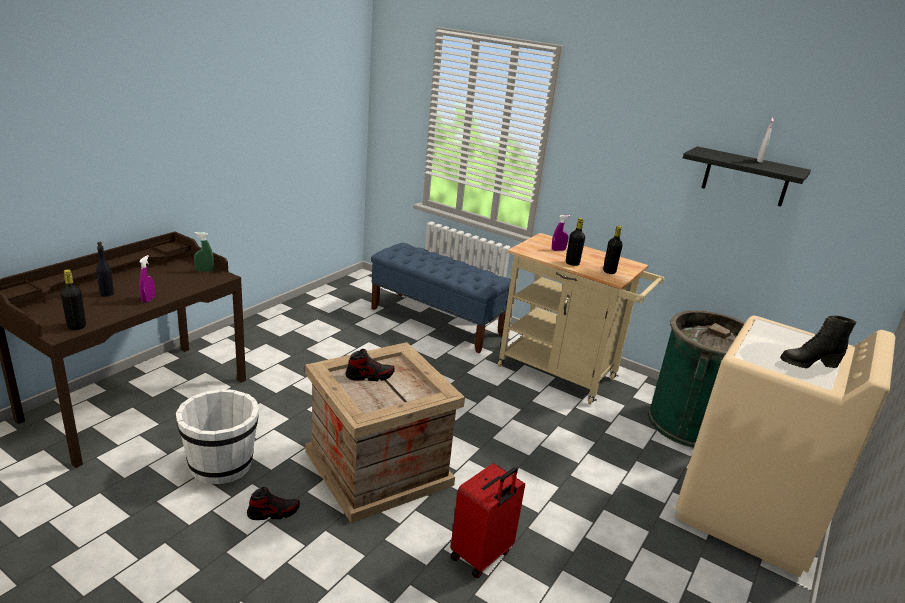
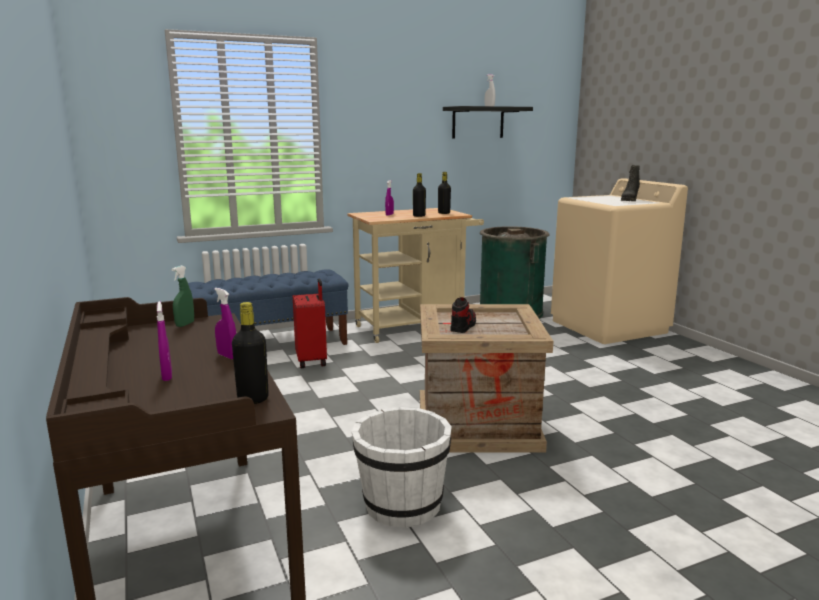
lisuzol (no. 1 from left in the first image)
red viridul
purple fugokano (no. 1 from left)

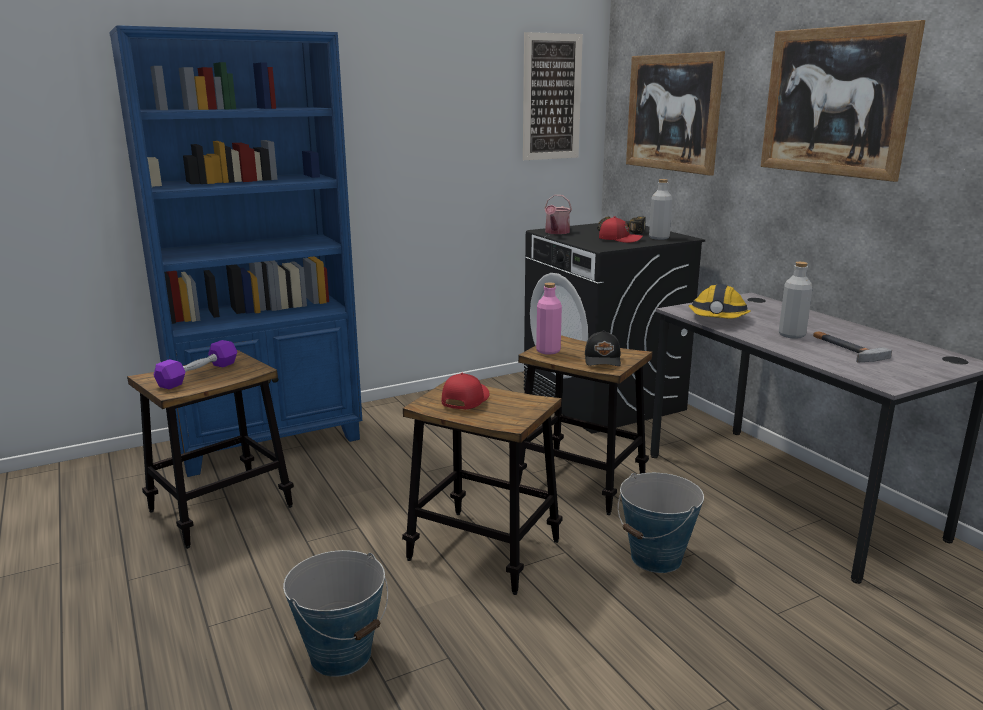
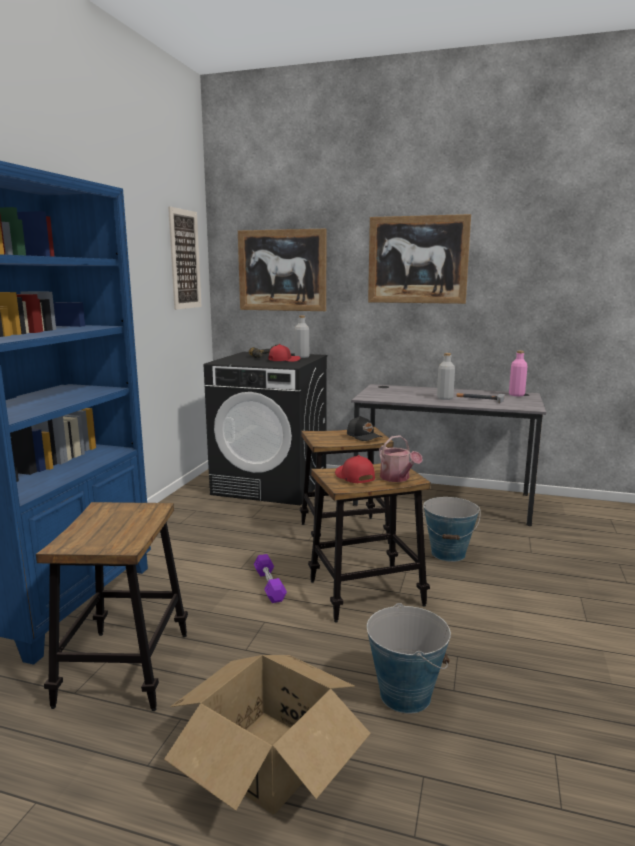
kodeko
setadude
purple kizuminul
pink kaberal
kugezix

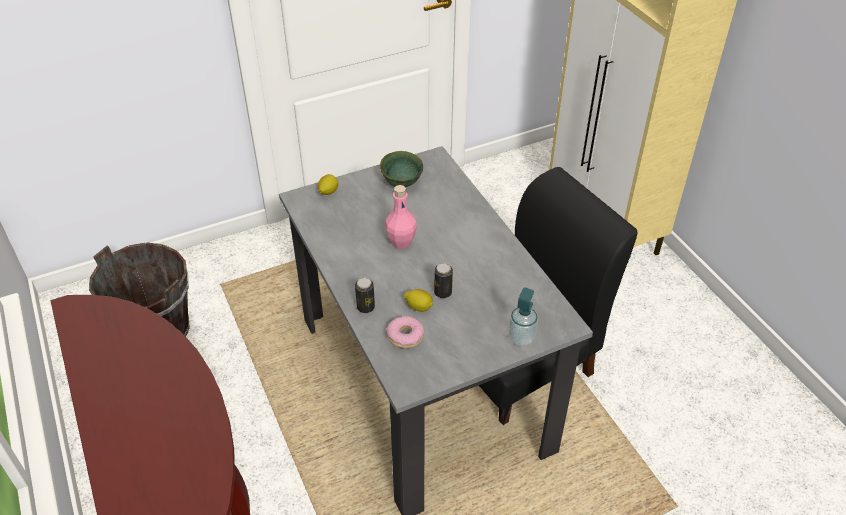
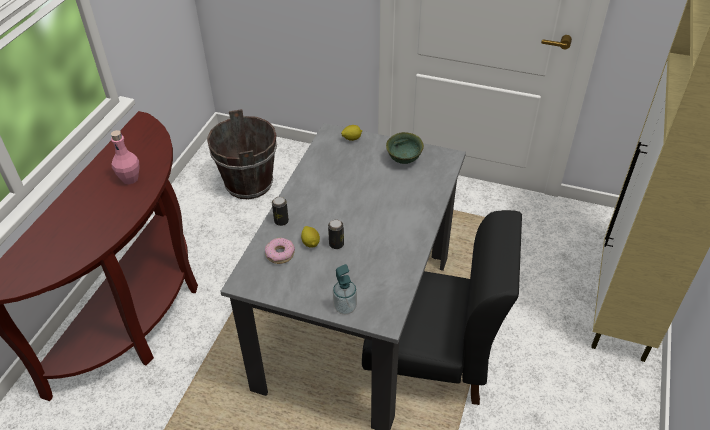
pink kaberal

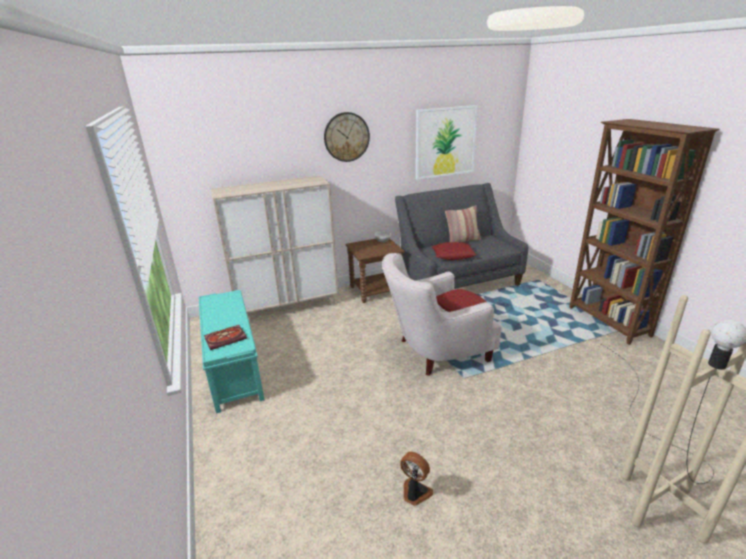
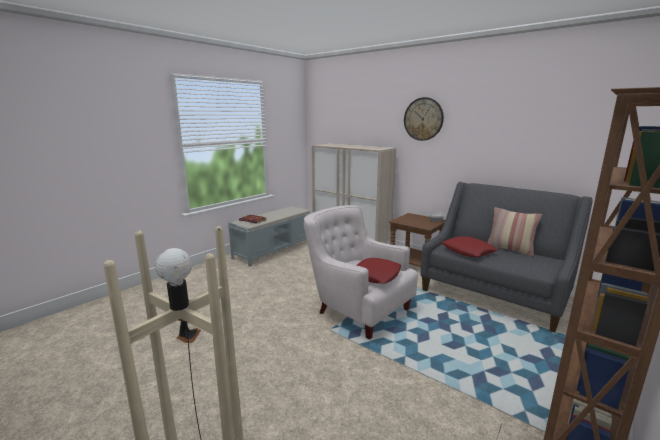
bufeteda
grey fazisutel

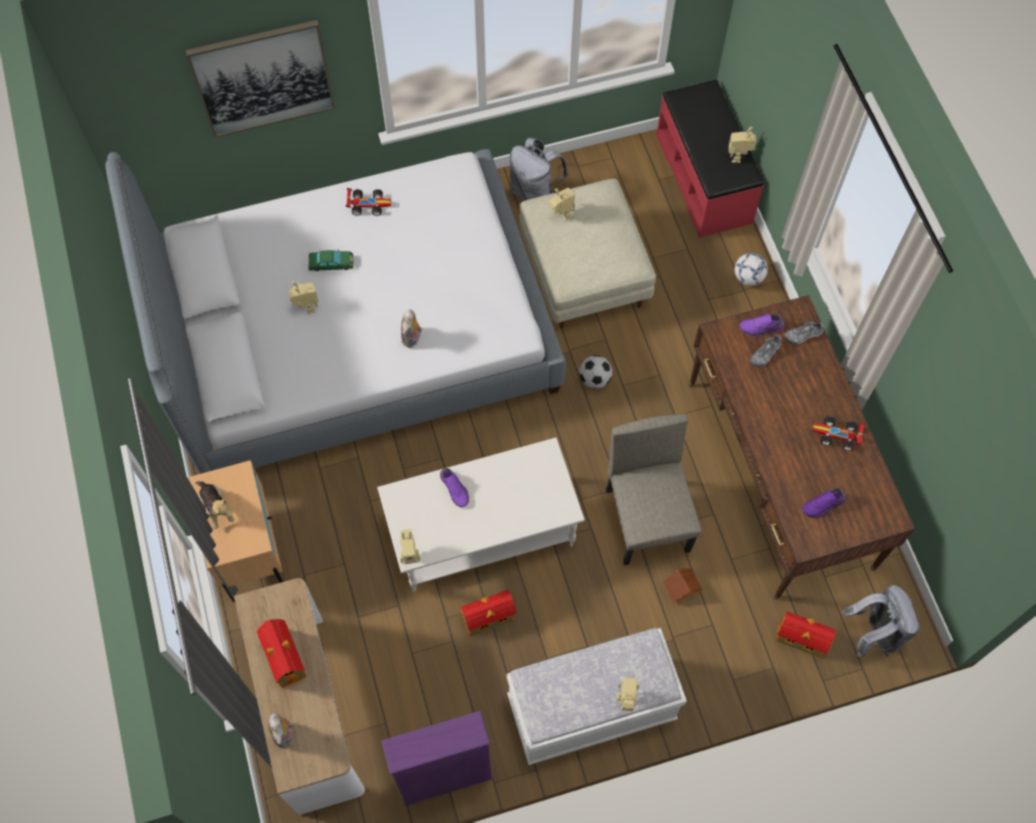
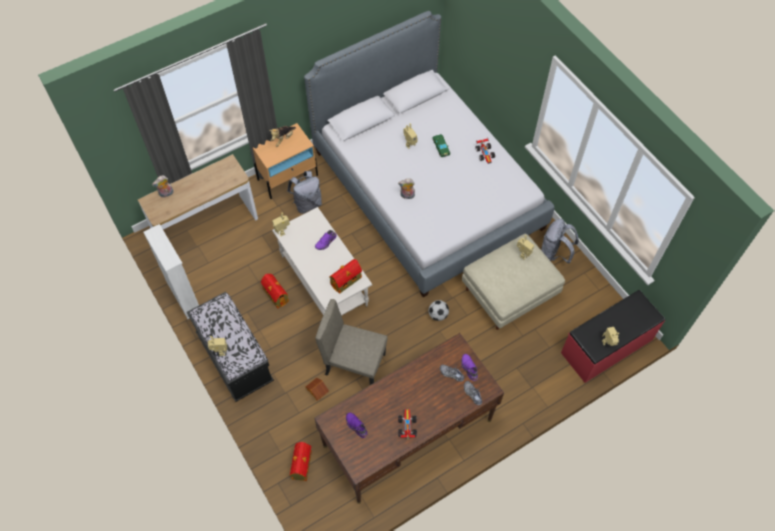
bufeteda
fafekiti (no. 2 from left in the first image)
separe (no. 4 from left)
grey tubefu (no. 1 from left)
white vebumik
black fazisutel
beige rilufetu

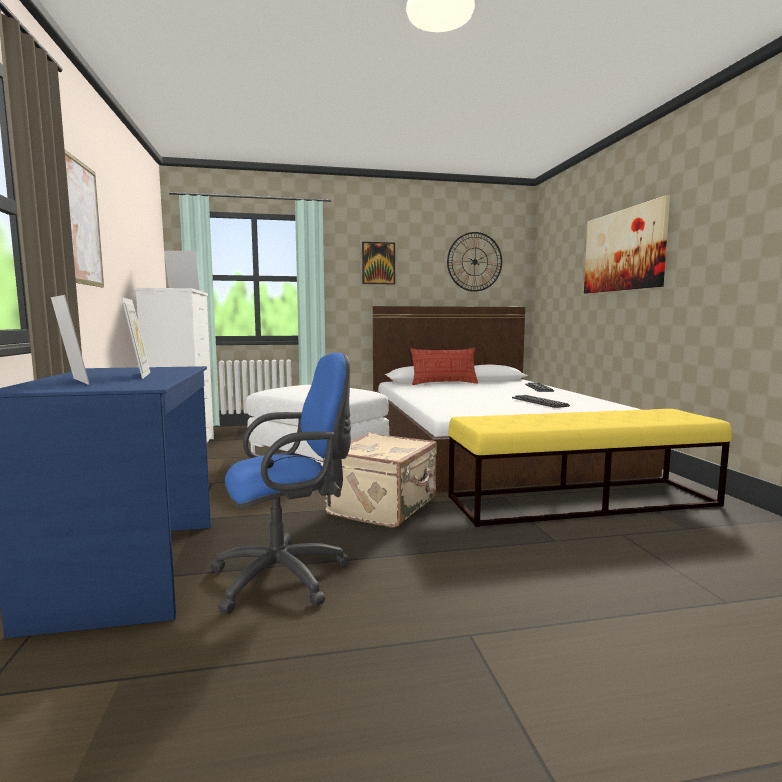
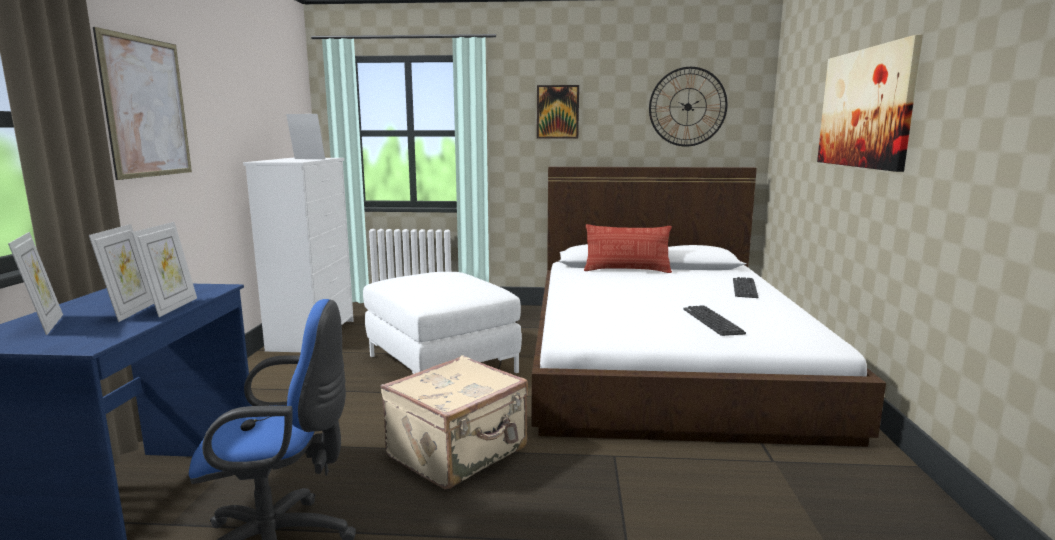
yellow fazisutel
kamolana (no. 3 from left)

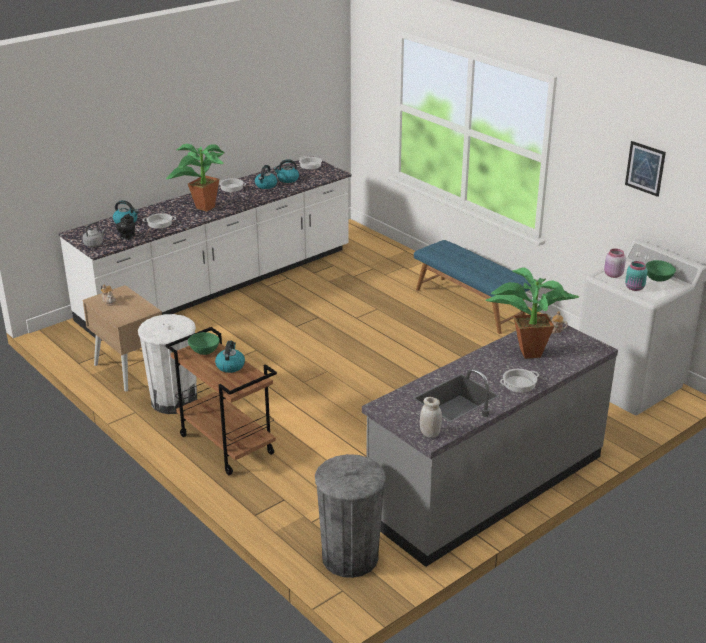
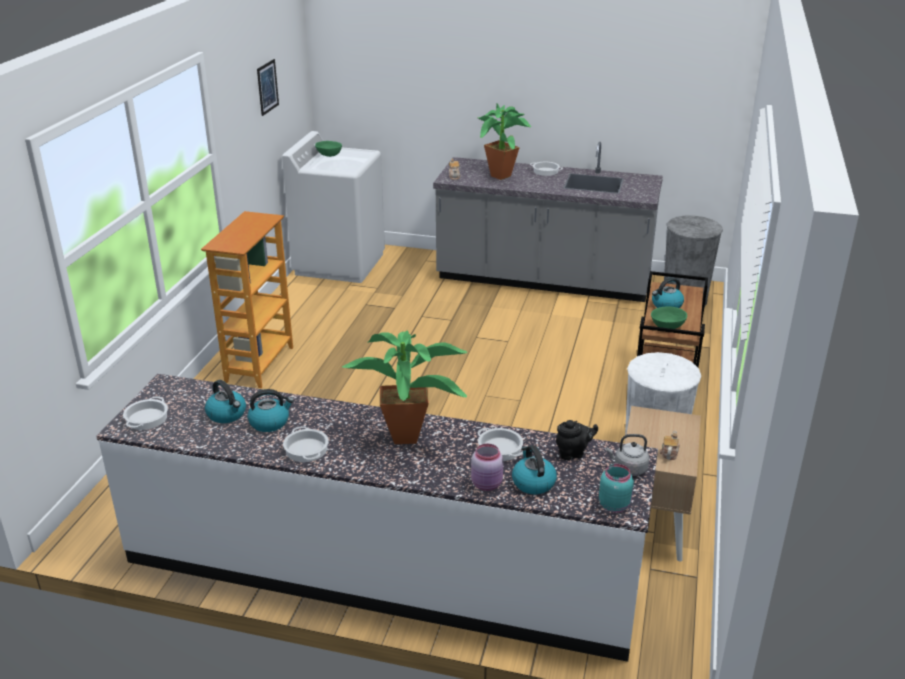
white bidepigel
pink bidepigel
turquoise bidepigel
vebumik

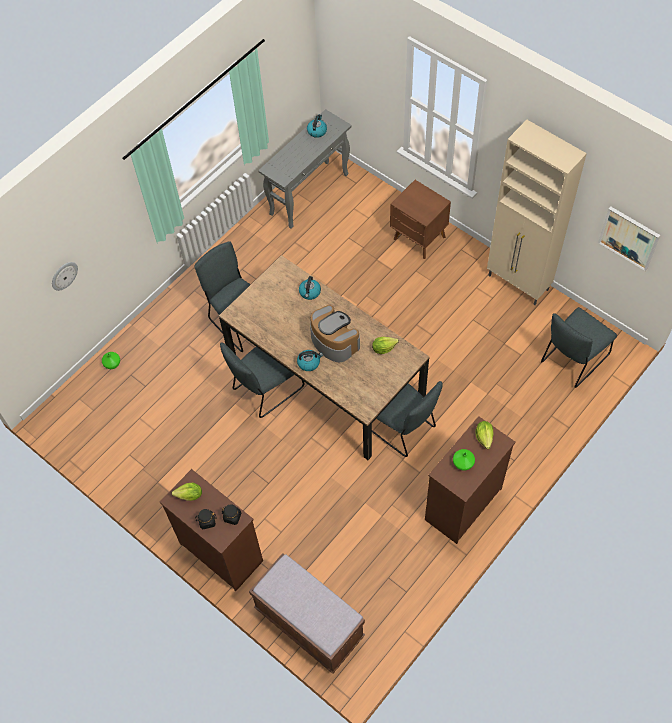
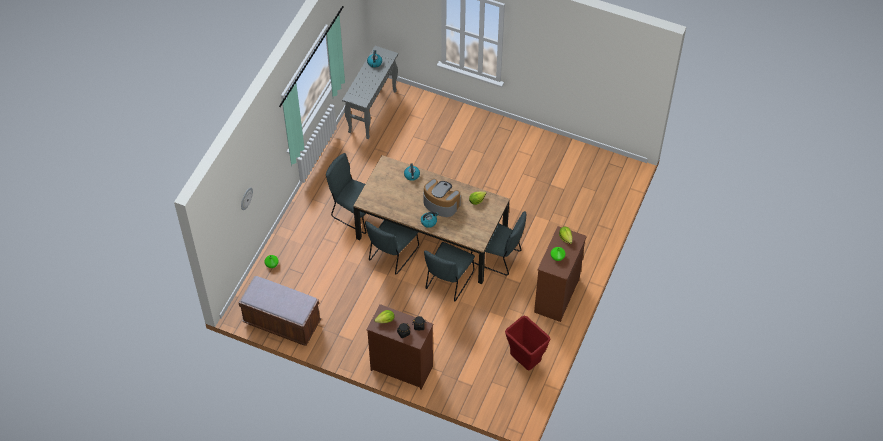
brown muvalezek
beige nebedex
bufeteda
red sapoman
brown fazisutel
grey rilufetu (no. 3 from left)

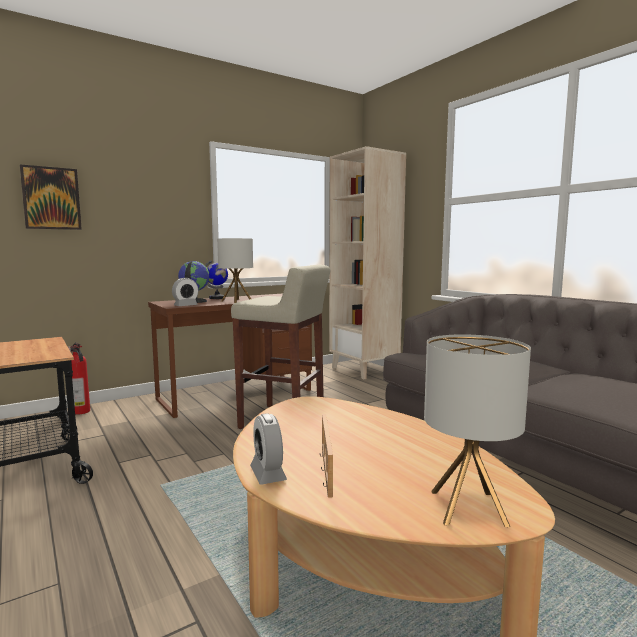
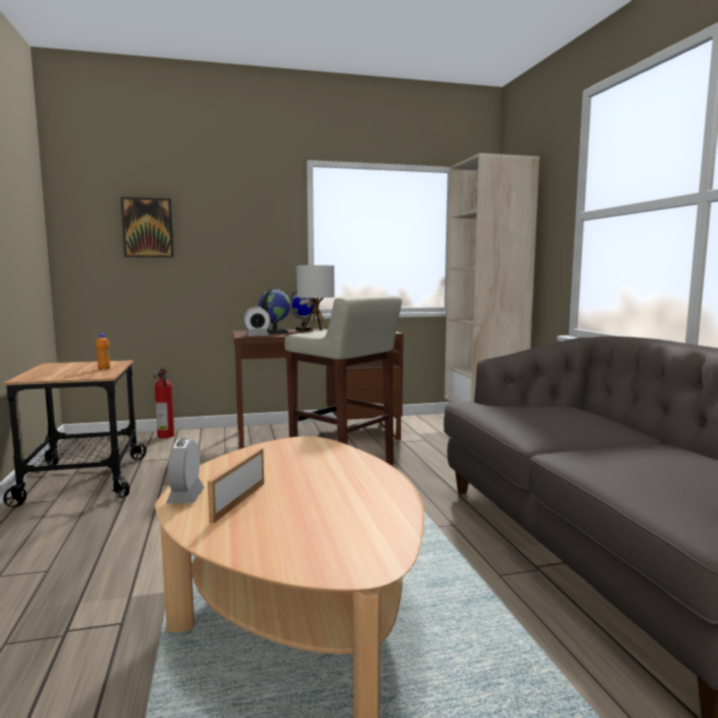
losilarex (no. 2 from left in the first image)
orange kaberal

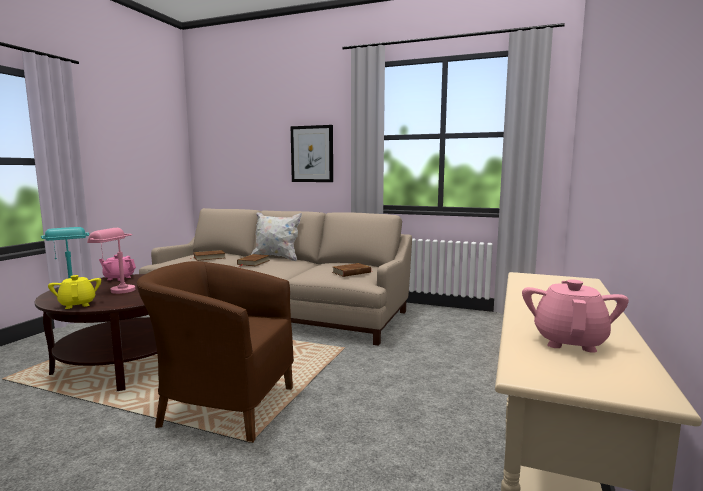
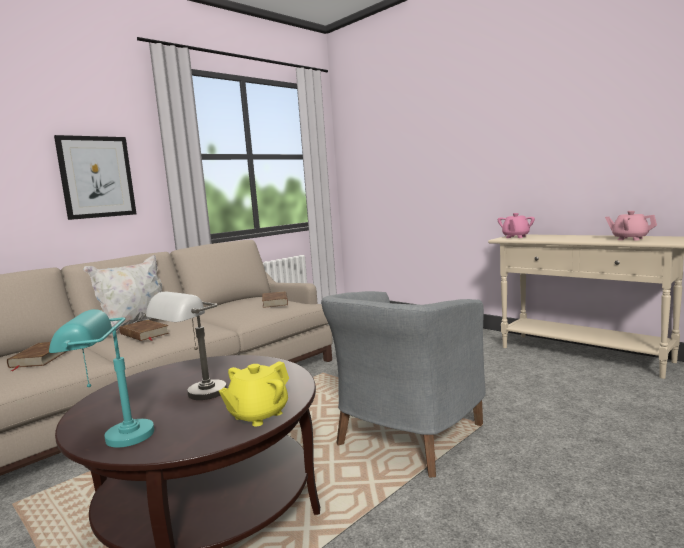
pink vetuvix (no. 1 from left)
grey losilarex
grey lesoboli
yellow vetuvix

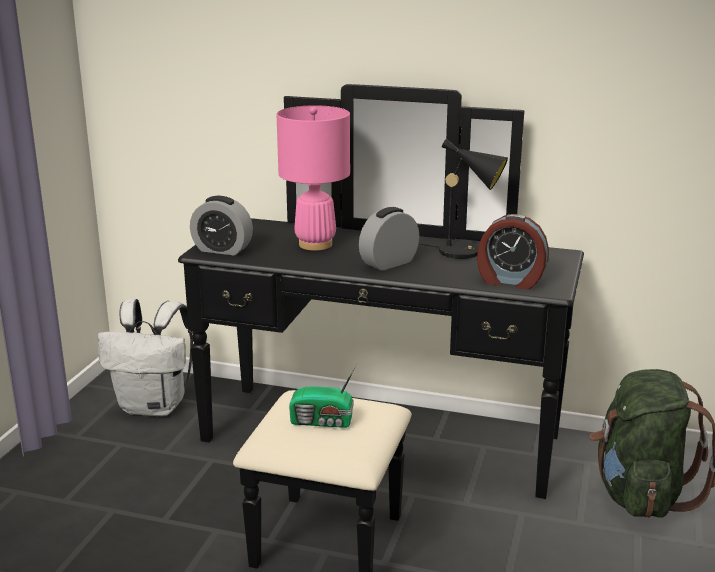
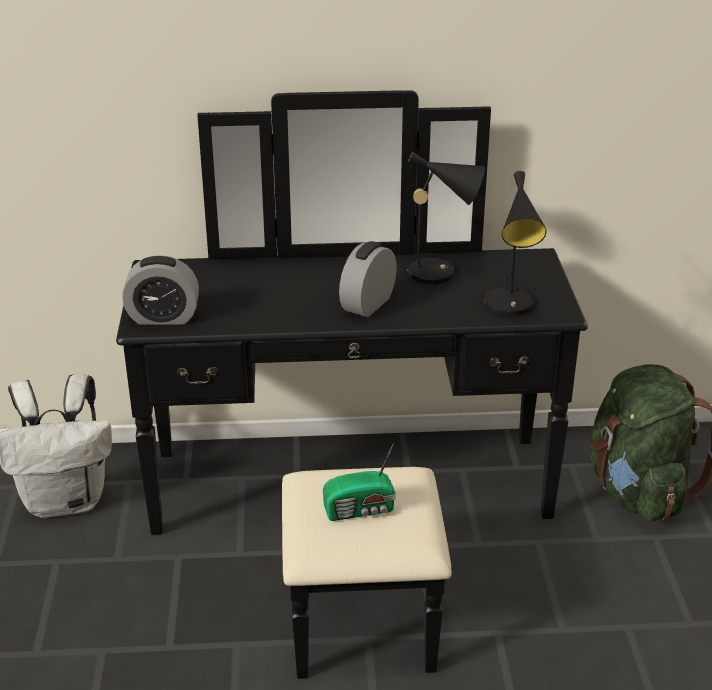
pink losilarex
black losilarex (no. 2 from left)

